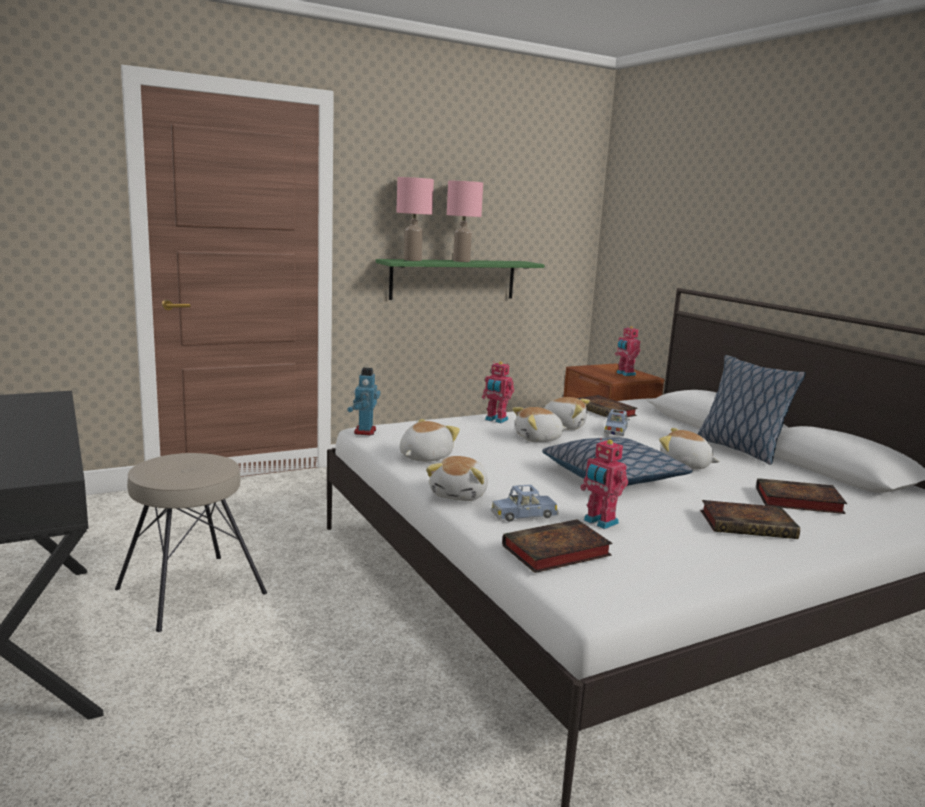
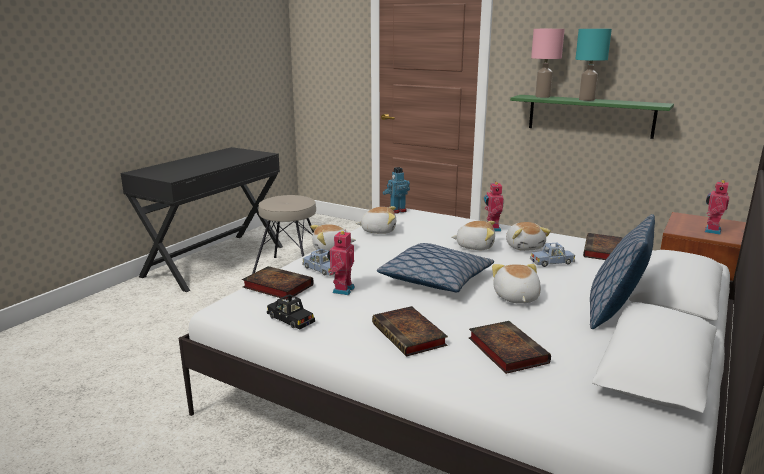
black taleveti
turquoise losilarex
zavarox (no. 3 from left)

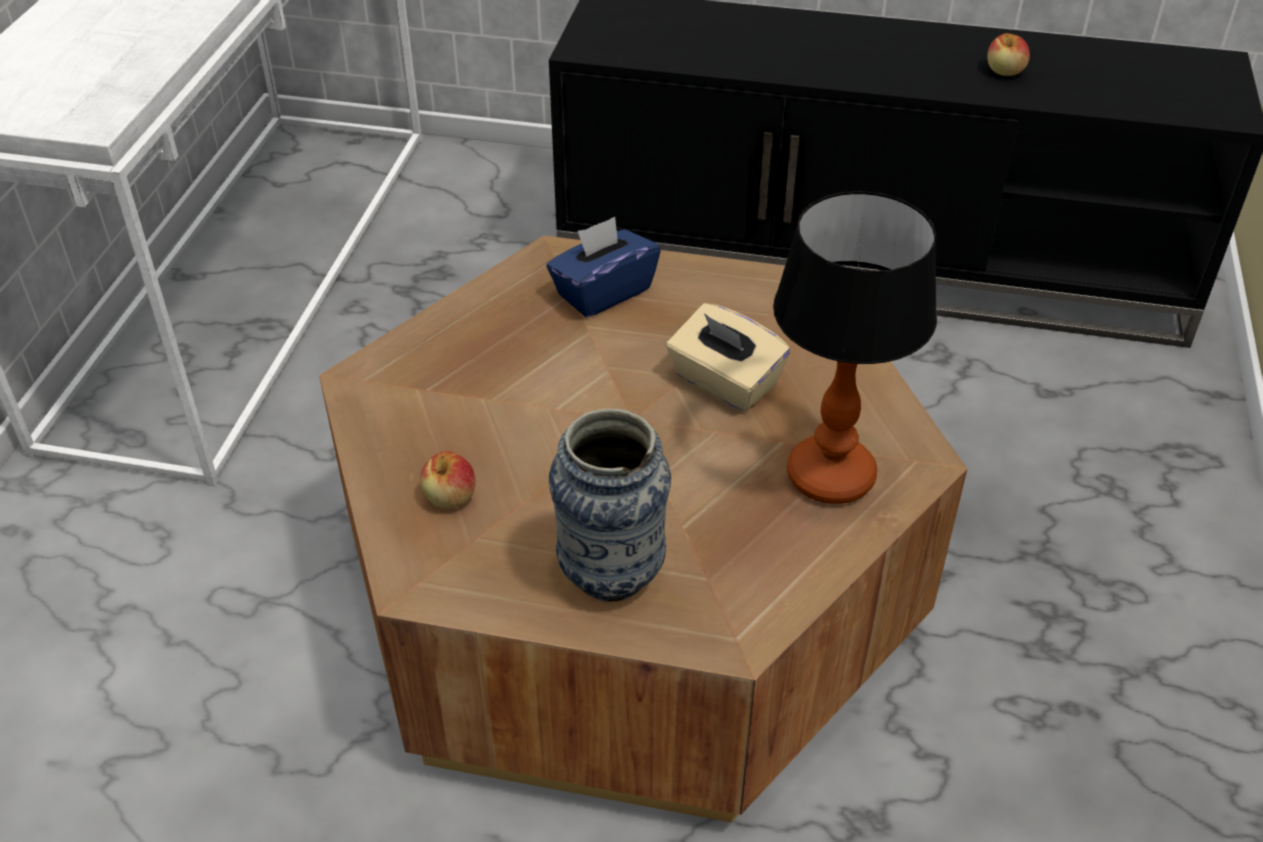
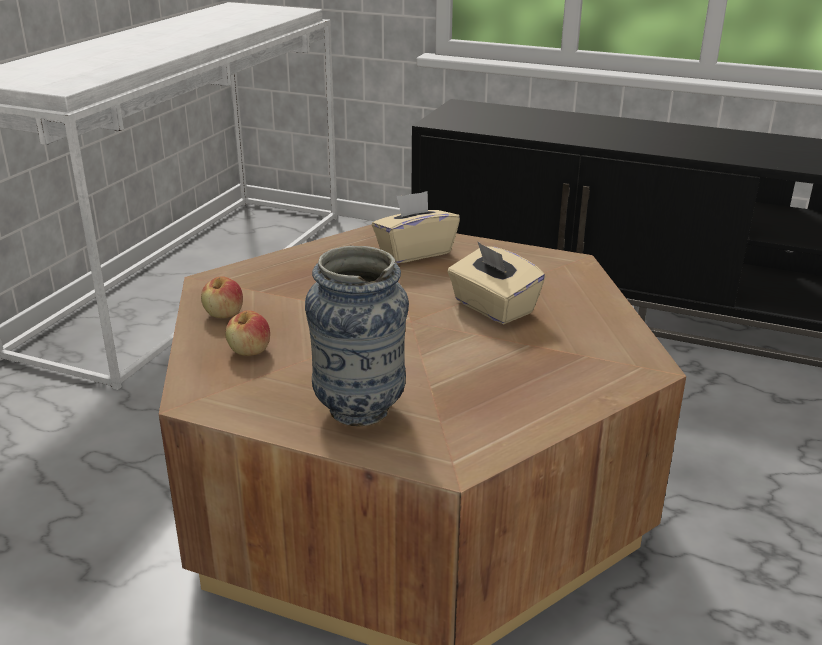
losilarex
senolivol (no. 1 from left)
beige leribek (no. 1 from left)

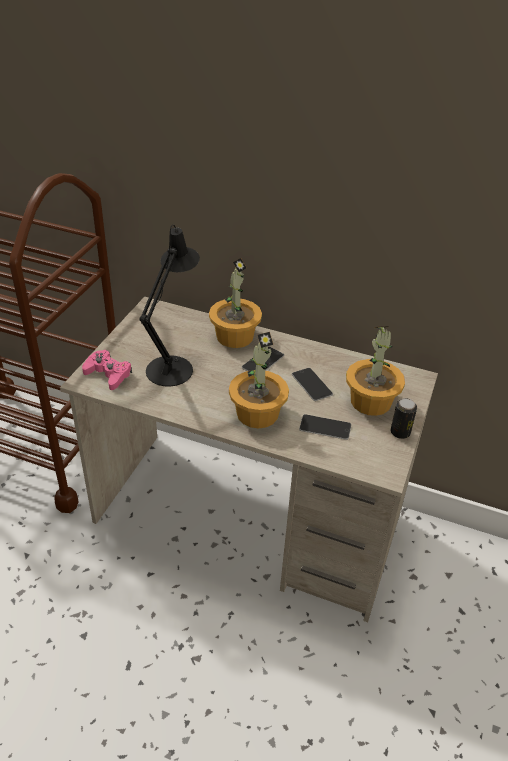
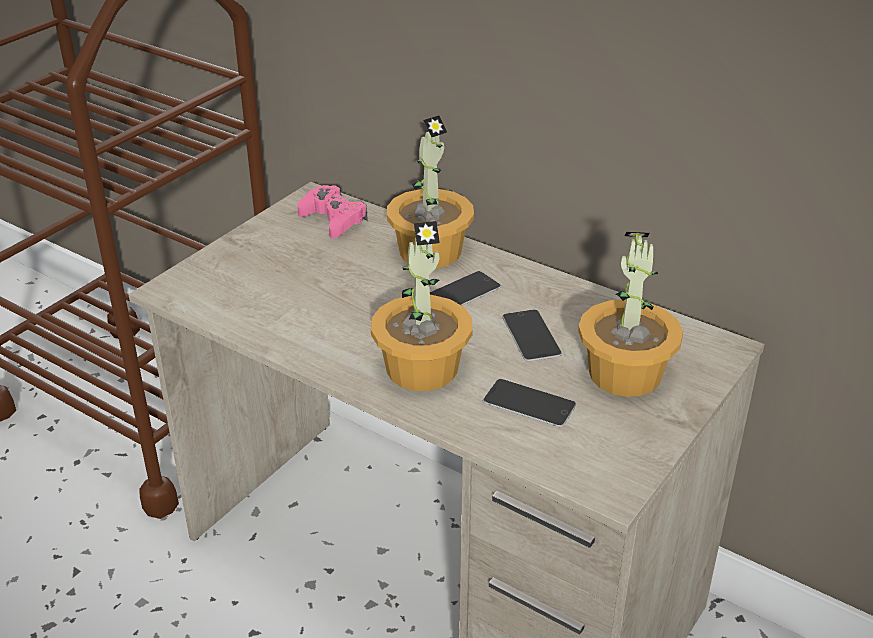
black losilarex
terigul
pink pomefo

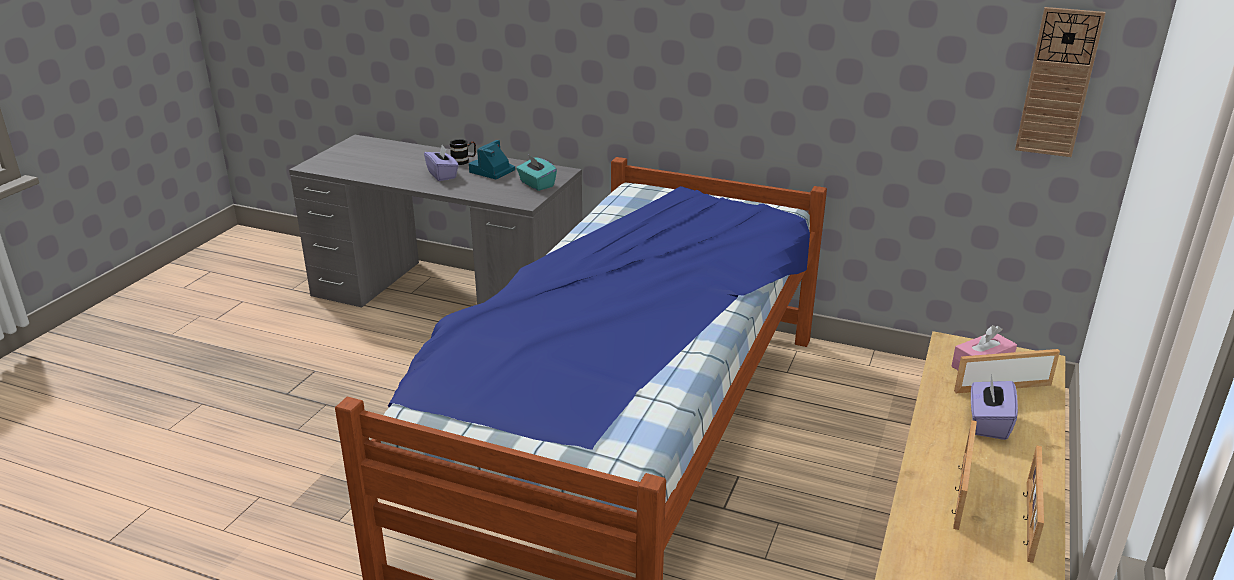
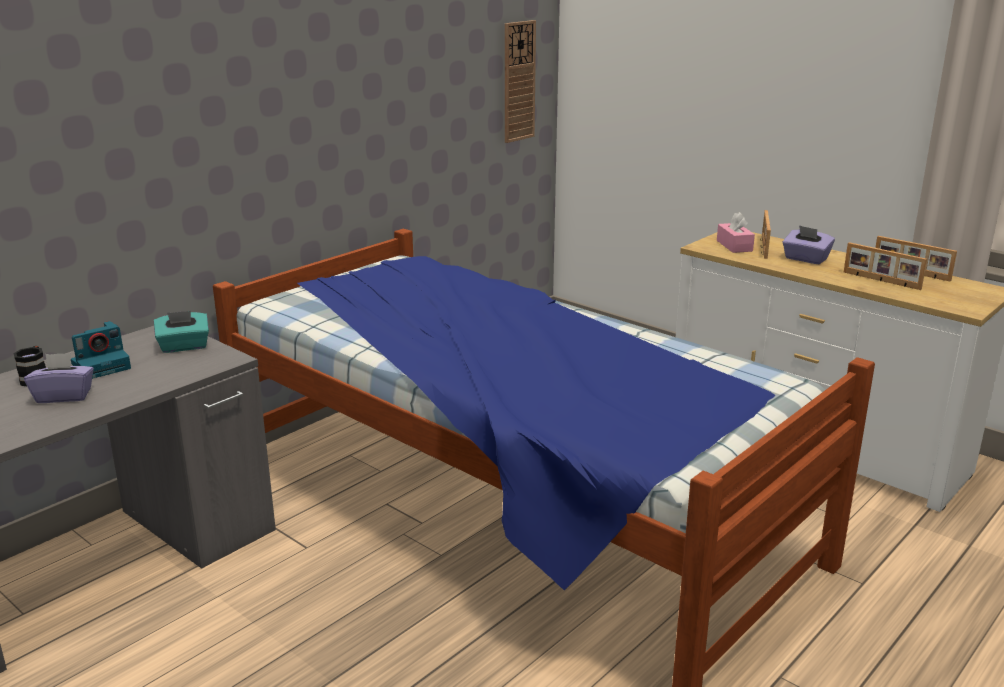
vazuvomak

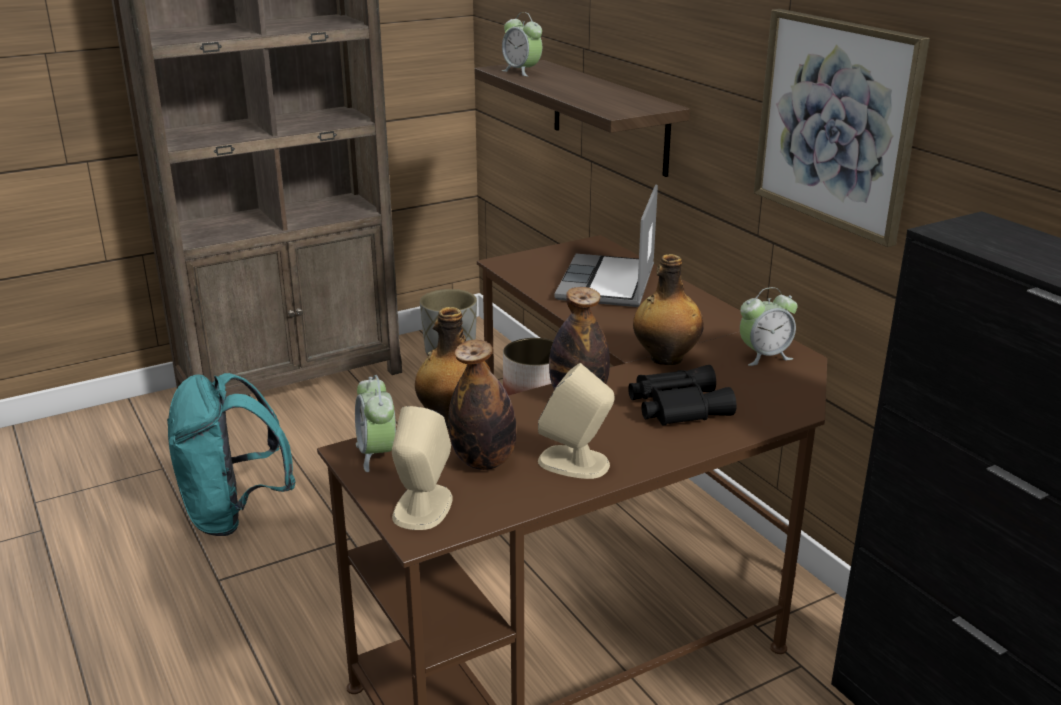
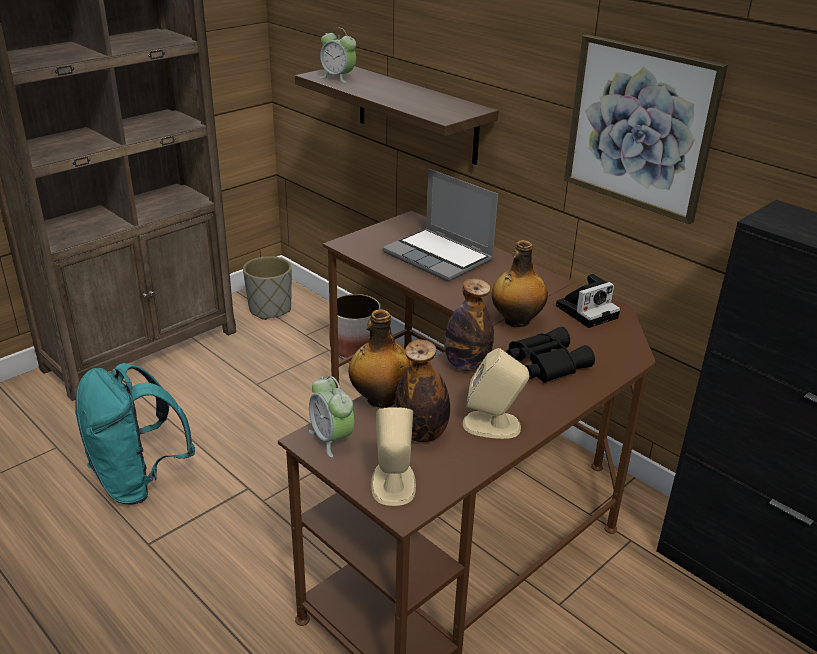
vazuvomak
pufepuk

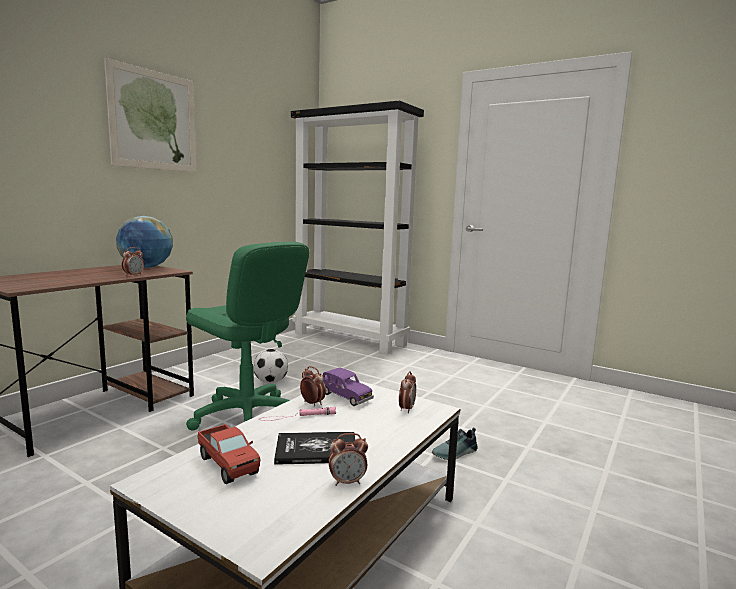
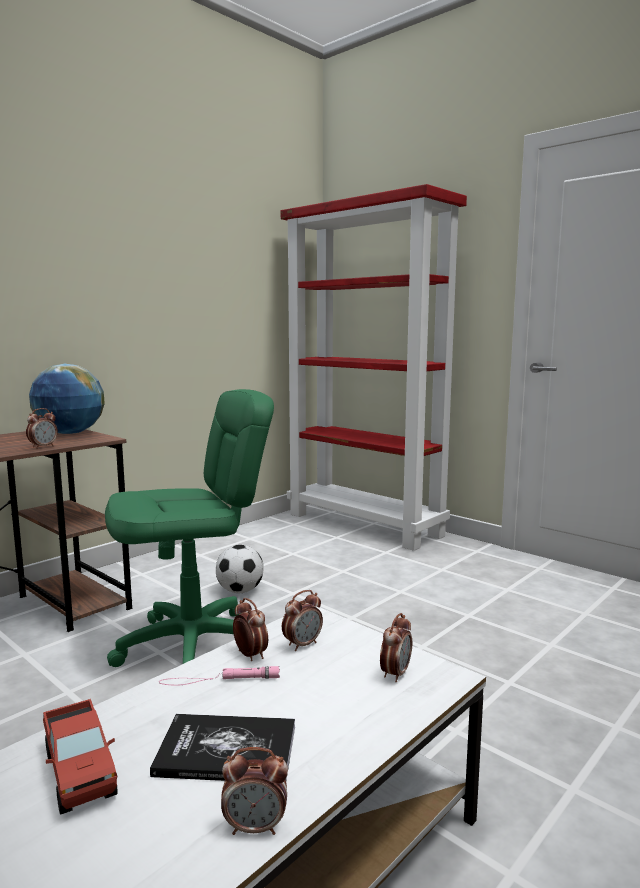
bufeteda
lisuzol
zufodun (no. 4 from left)
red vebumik
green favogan

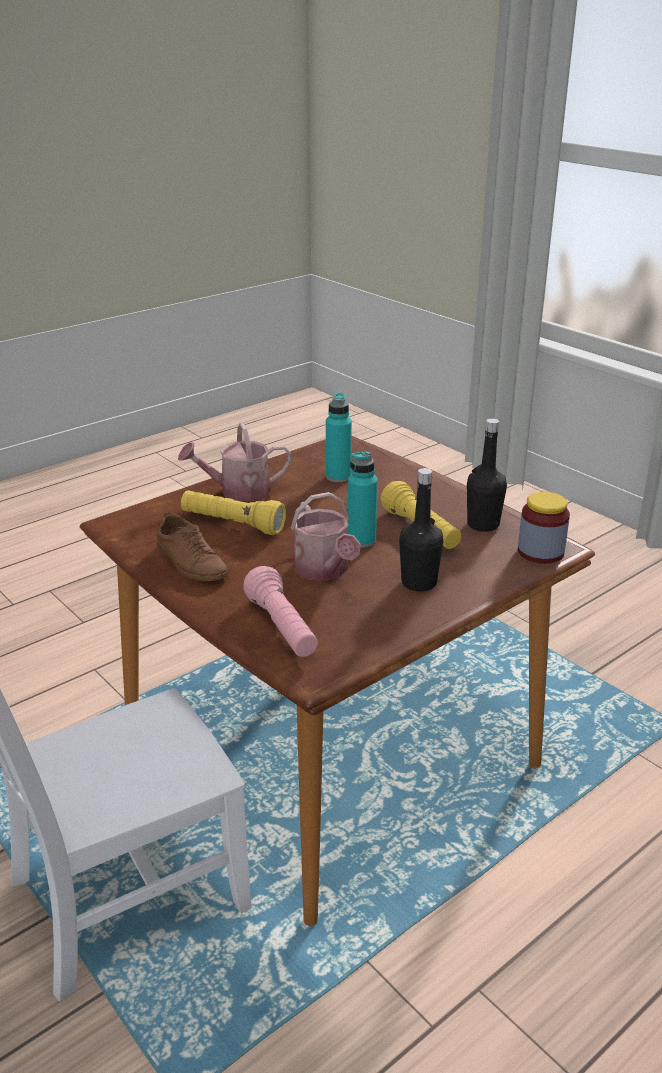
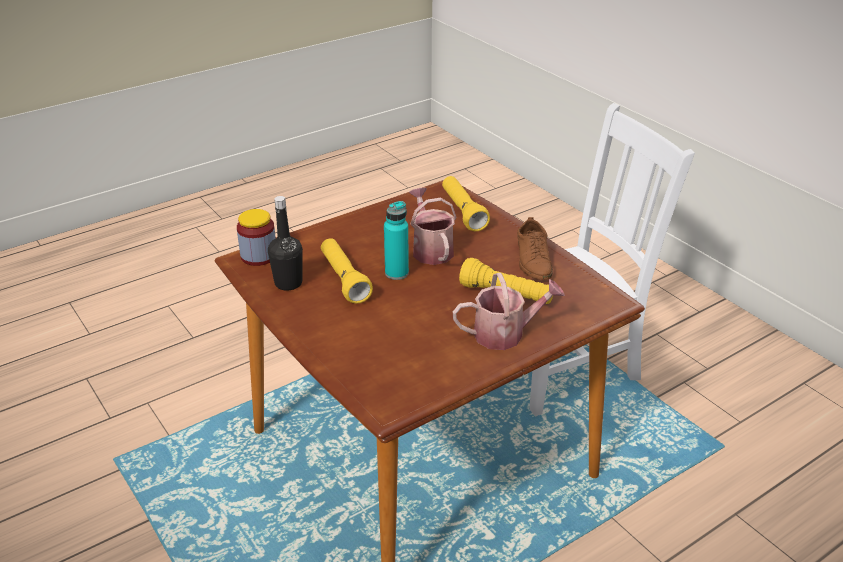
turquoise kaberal (no. 1 from left in the first image)
black kaberal (no. 1 from left in the first image)
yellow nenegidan (no. 2 from left)
brown lisuzol

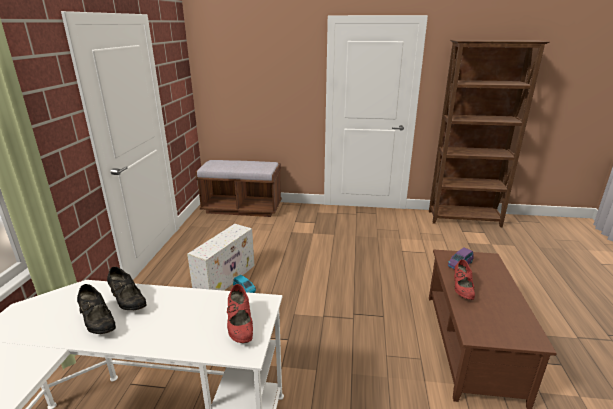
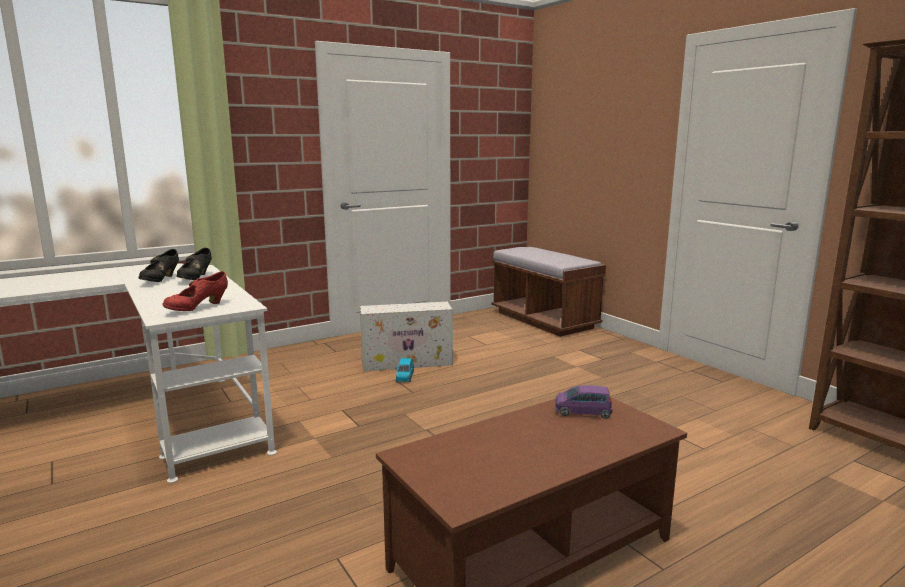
red lisuzol (no. 2 from left in the first image)

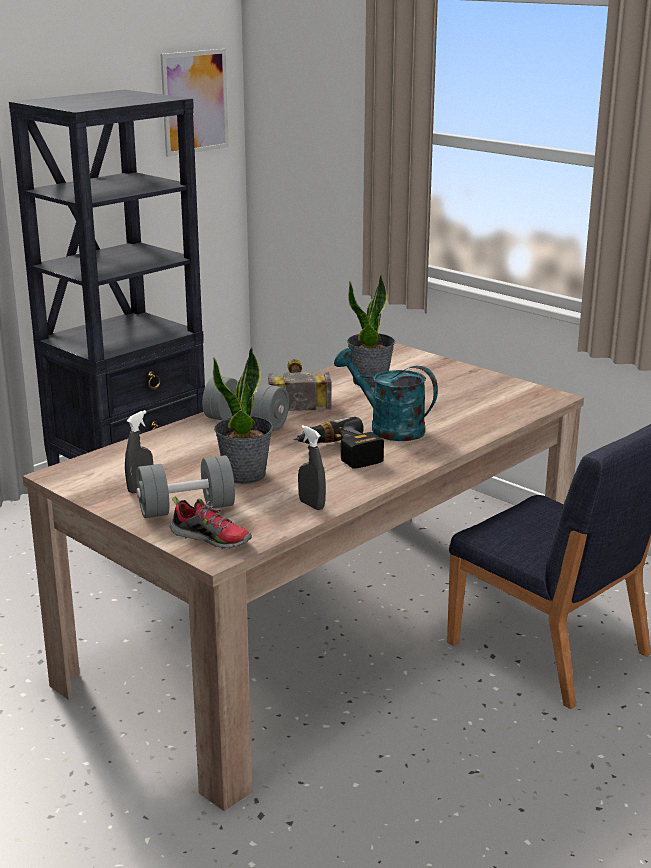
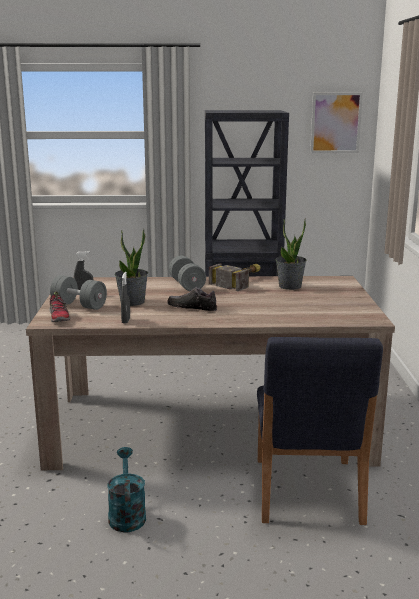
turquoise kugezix
lisuzol (no. 2 from left)

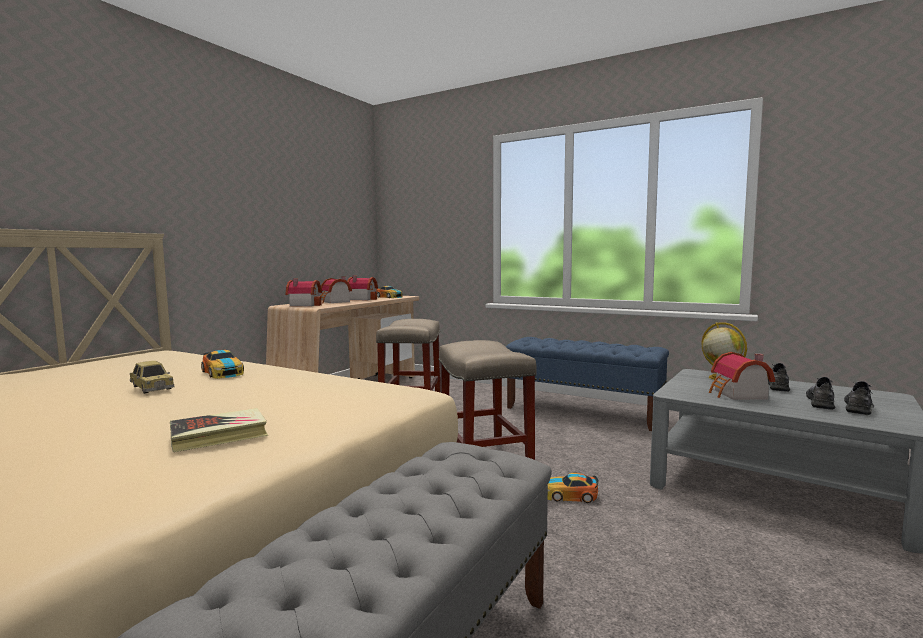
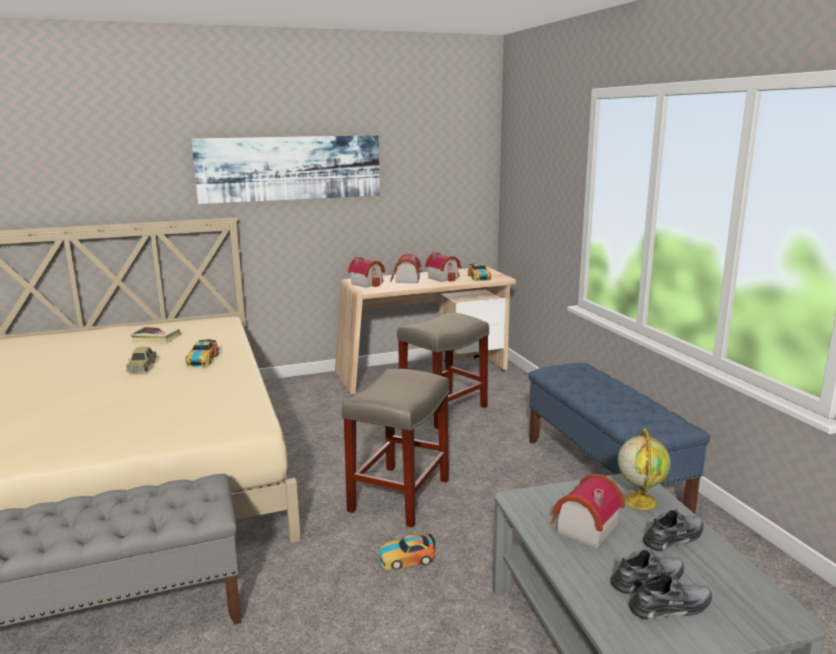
bufeteda
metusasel
taleveti (no. 3 from left)

